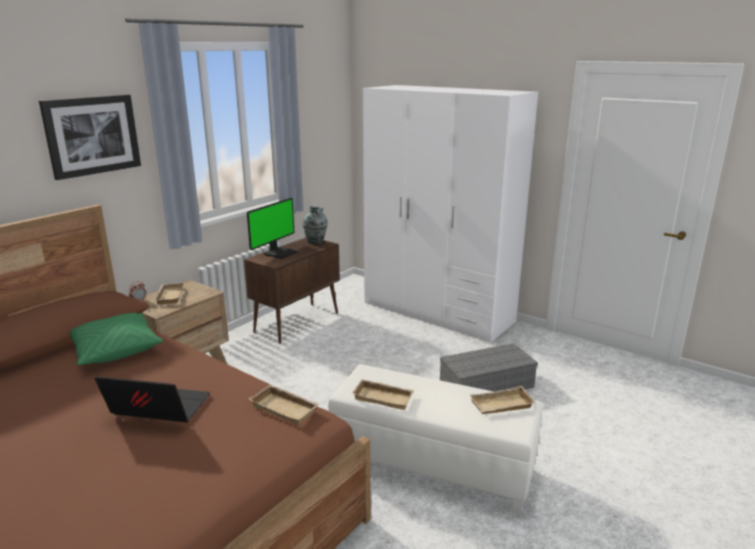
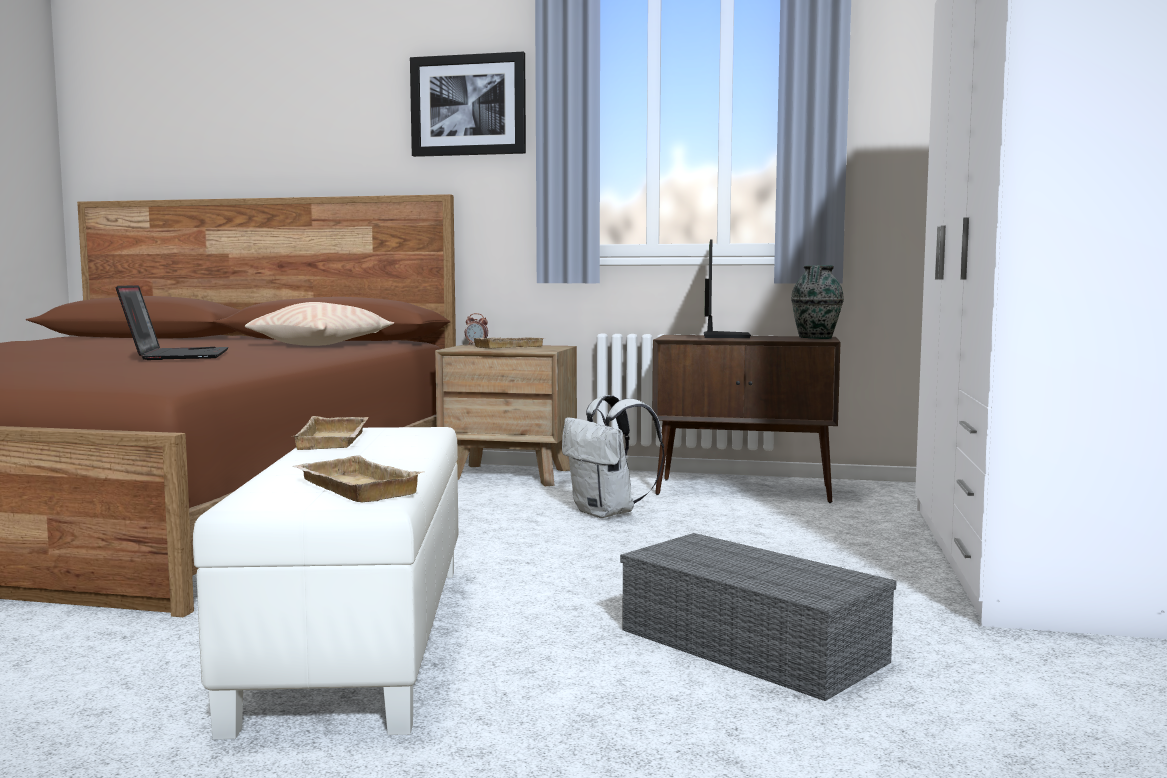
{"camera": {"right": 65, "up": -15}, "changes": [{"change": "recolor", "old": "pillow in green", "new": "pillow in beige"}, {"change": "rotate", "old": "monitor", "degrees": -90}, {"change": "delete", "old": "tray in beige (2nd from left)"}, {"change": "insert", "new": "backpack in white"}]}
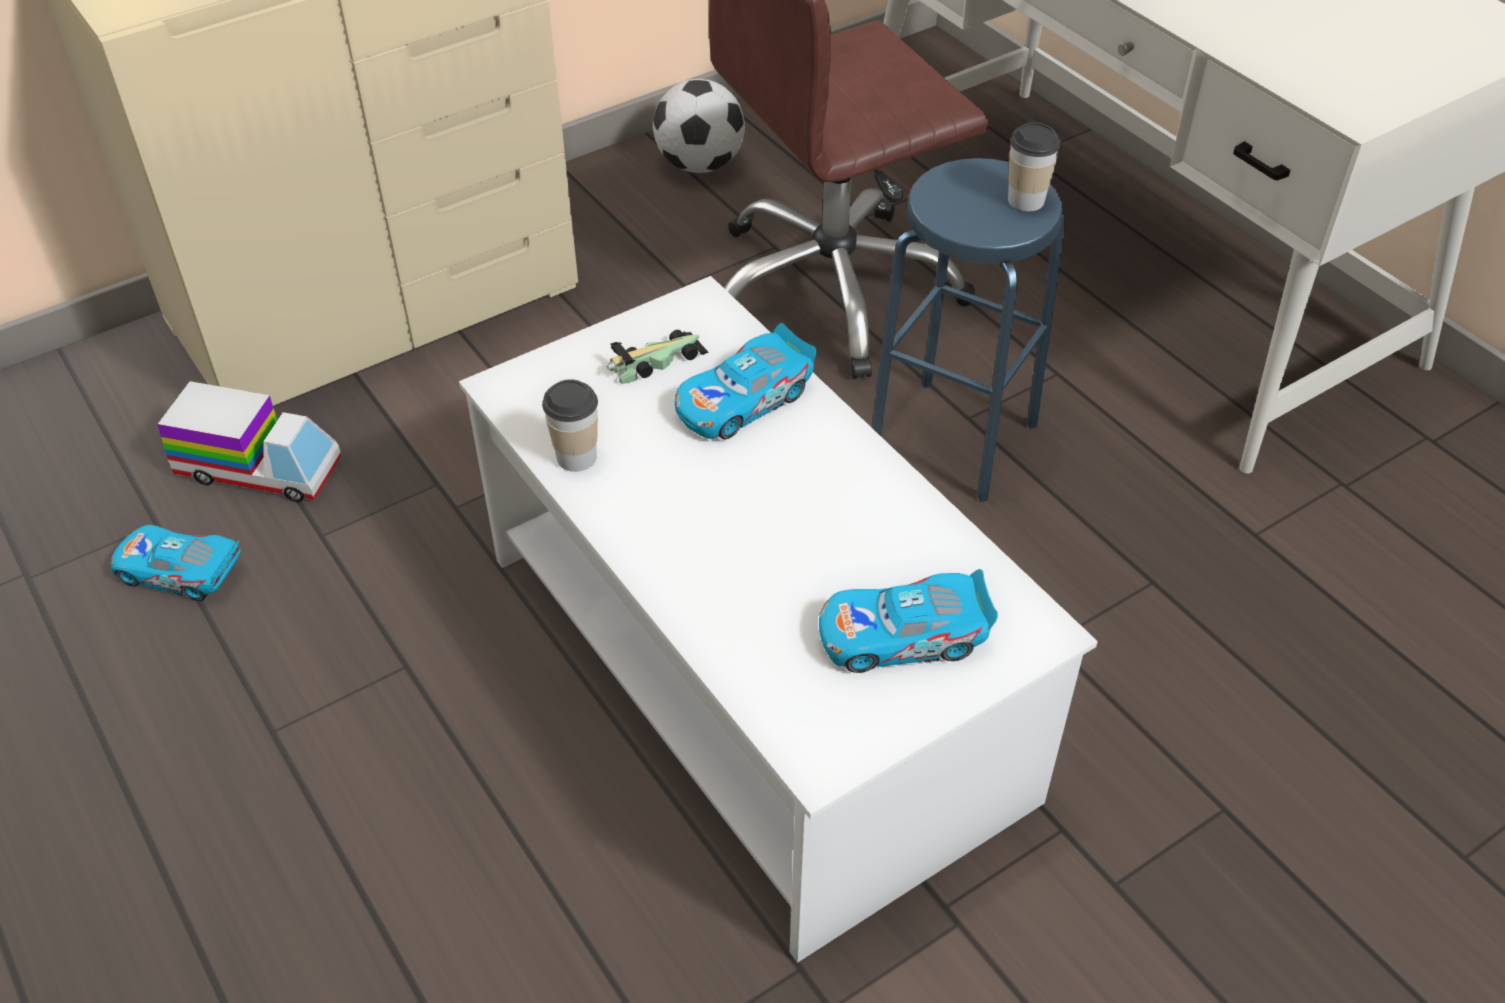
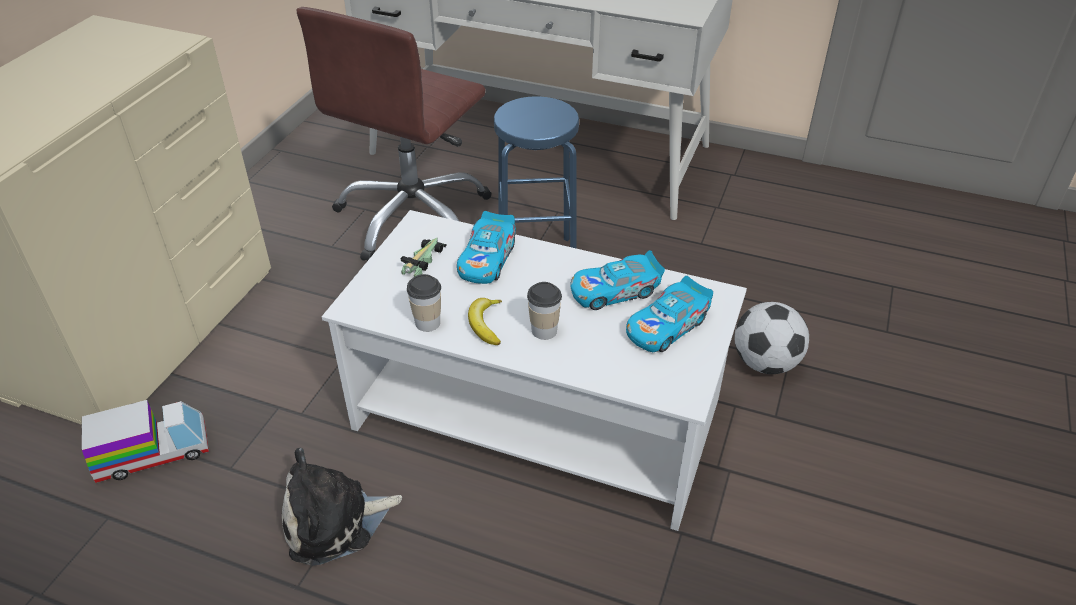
{"camera": {"right": -35, "up": -5}, "changes": [{"change": "move", "old": "toy car (1st from left in the first image)", "new": "toy car (3rd from left)"}, {"change": "move", "old": "football"}, {"change": "move", "old": "cup (2nd from left)"}, {"change": "insert", "new": "plush toy"}, {"change": "insert", "new": "banana"}]}
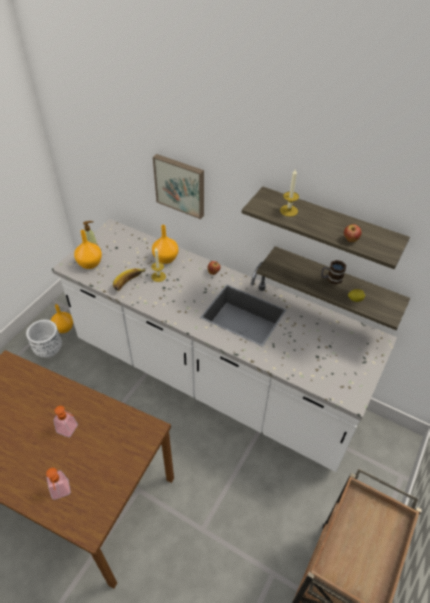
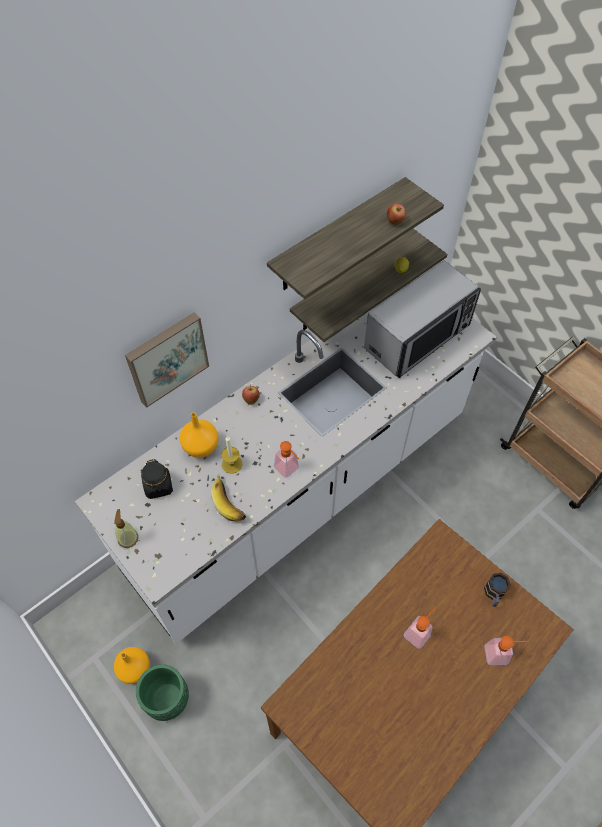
{"camera": {"right": -70, "up": 10}, "changes": [{"change": "recolor", "old": "planter in white", "new": "planter in green"}, {"change": "delete", "old": "vase in orange (2nd from left)"}, {"change": "delete", "old": "candle (2nd from left)"}, {"change": "move", "old": "mug"}, {"change": "insert", "new": "jar in black"}, {"change": "insert", "new": "soap dispenser (2nd from left)"}, {"change": "insert", "new": "microwave"}]}
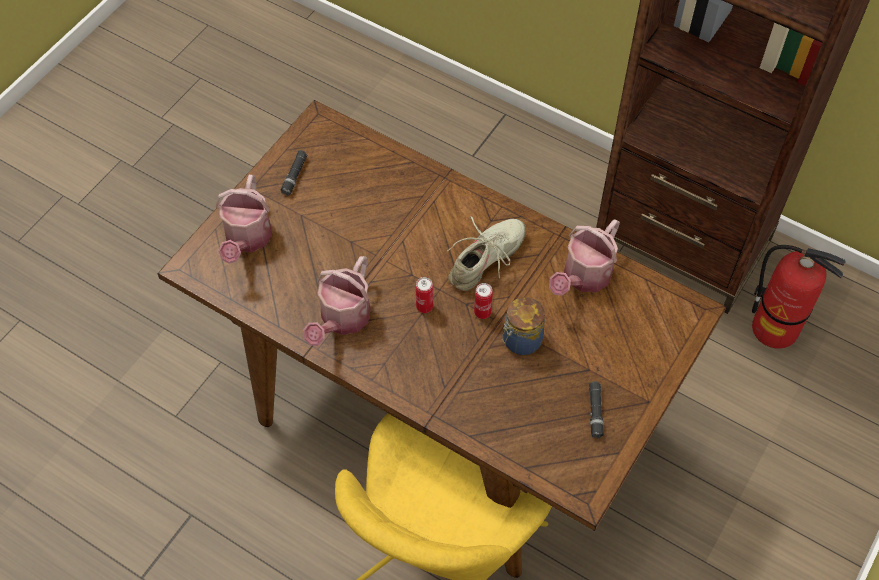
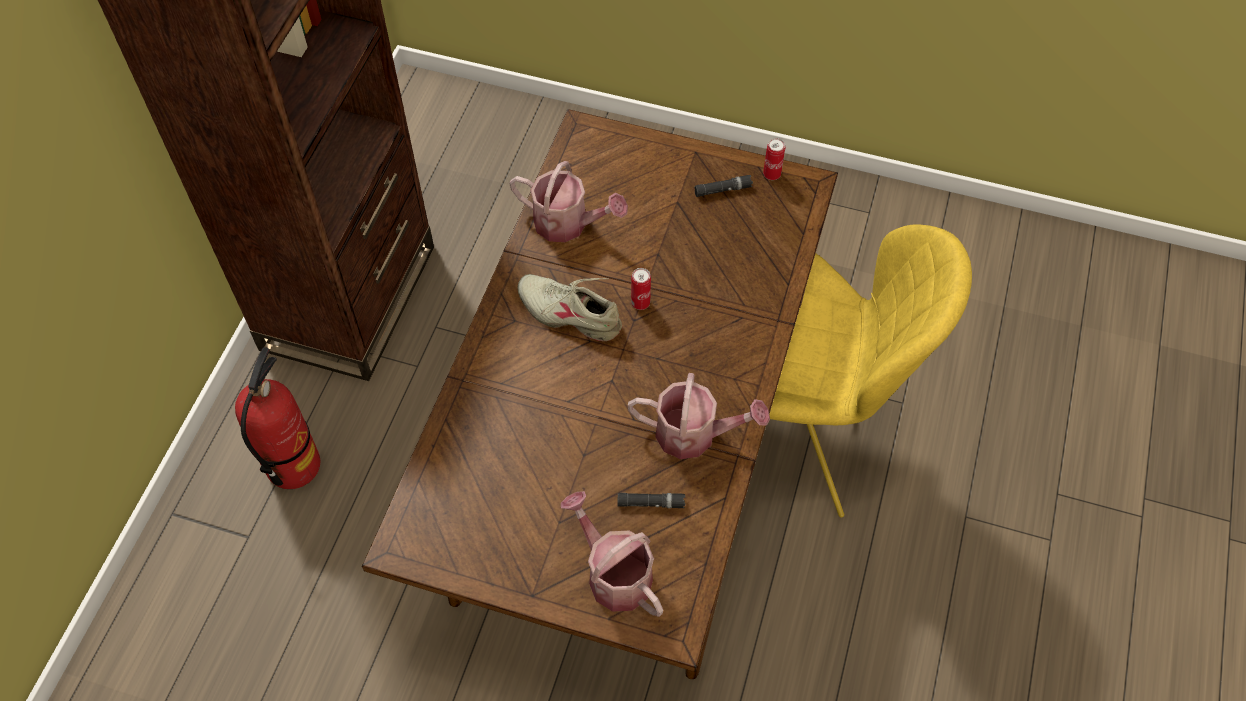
{"camera": {"right": -105, "up": 0}, "changes": [{"change": "rotate", "old": "watering can (1st from left in the first image)", "degrees": -120}, {"change": "move", "old": "flashlight in black (1st from left)"}, {"change": "move", "old": "can (1st from left in the first image)", "new": "can (2nd from left)"}, {"change": "delete", "old": "jar"}, {"change": "move", "old": "fire extinguisher"}]}
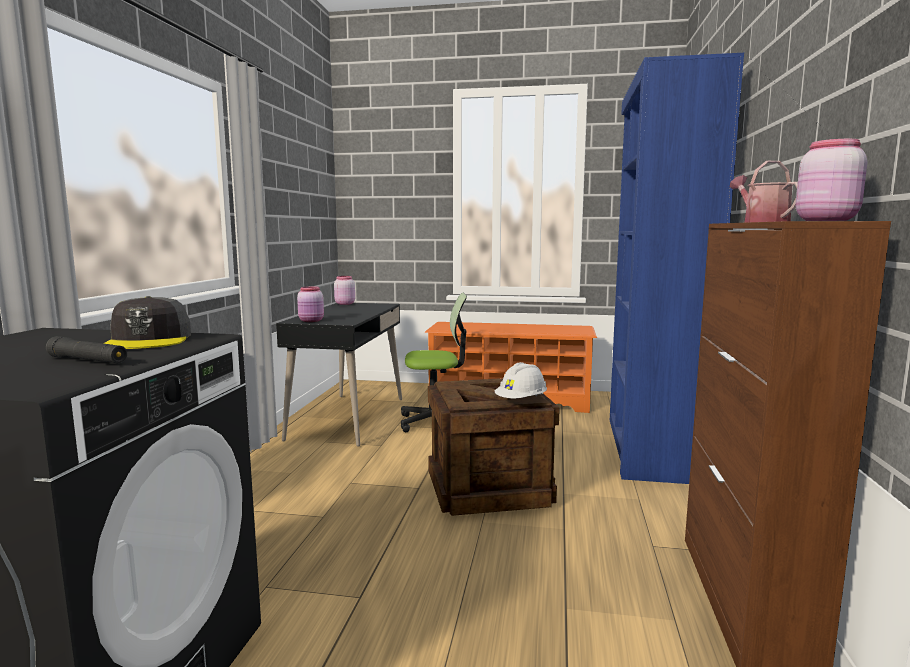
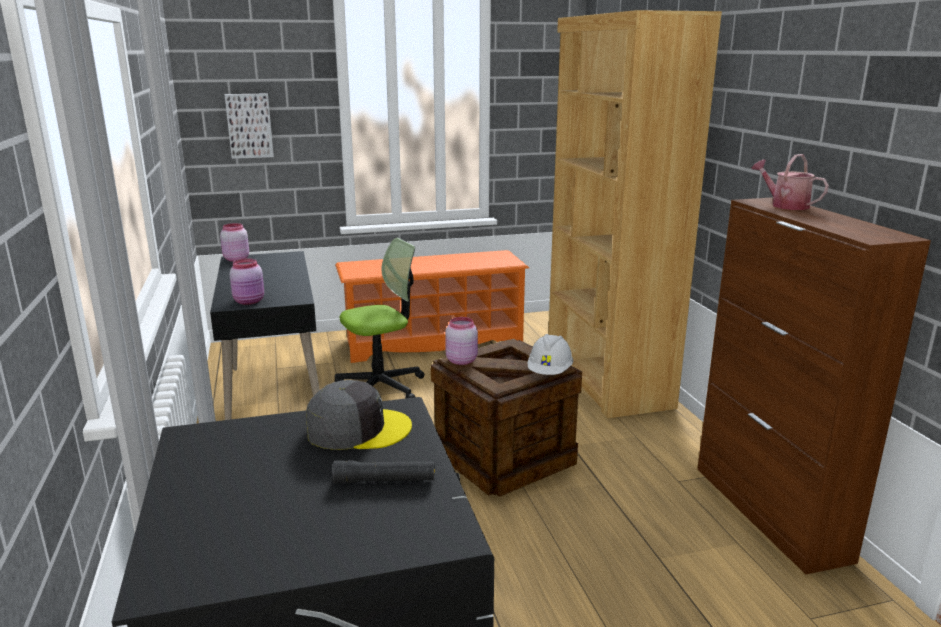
{"camera": {"right": -25, "up": 10}, "changes": [{"change": "rotate", "old": "cap in grey", "degrees": -60}, {"change": "recolor", "old": "bookcase in blue", "new": "bookcase in brown"}, {"change": "move", "old": "jar in pink (3rd from left)"}, {"change": "insert", "new": "picture"}]}
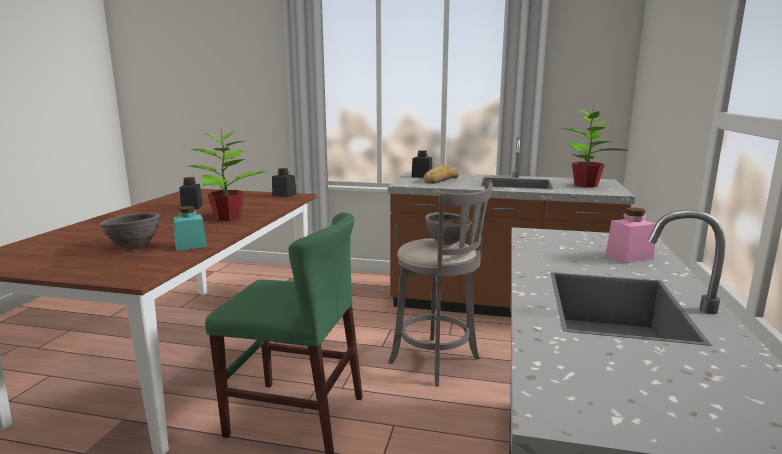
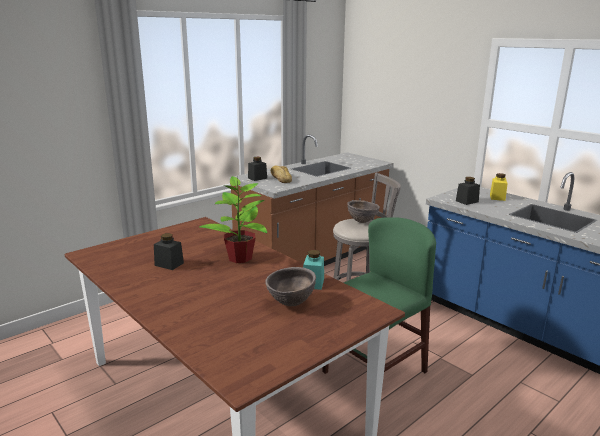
{"camera": {"right": -55, "up": 5}, "changes": [{"change": "move", "old": "jar in black (2nd from left in the first image)", "new": "jar in black (3rd from left)"}, {"change": "delete", "old": "potted plant (2nd from left)"}, {"change": "recolor", "old": "jar in pink", "new": "jar in yellow"}]}
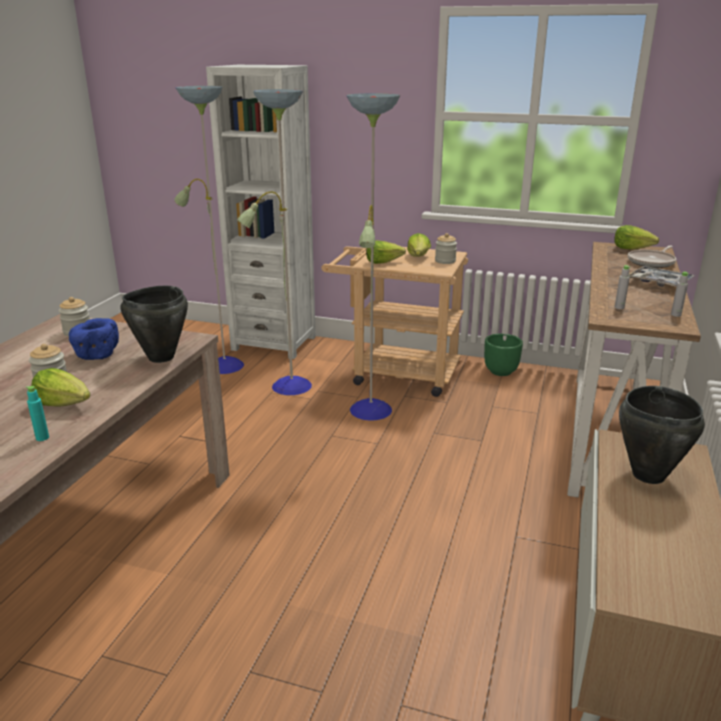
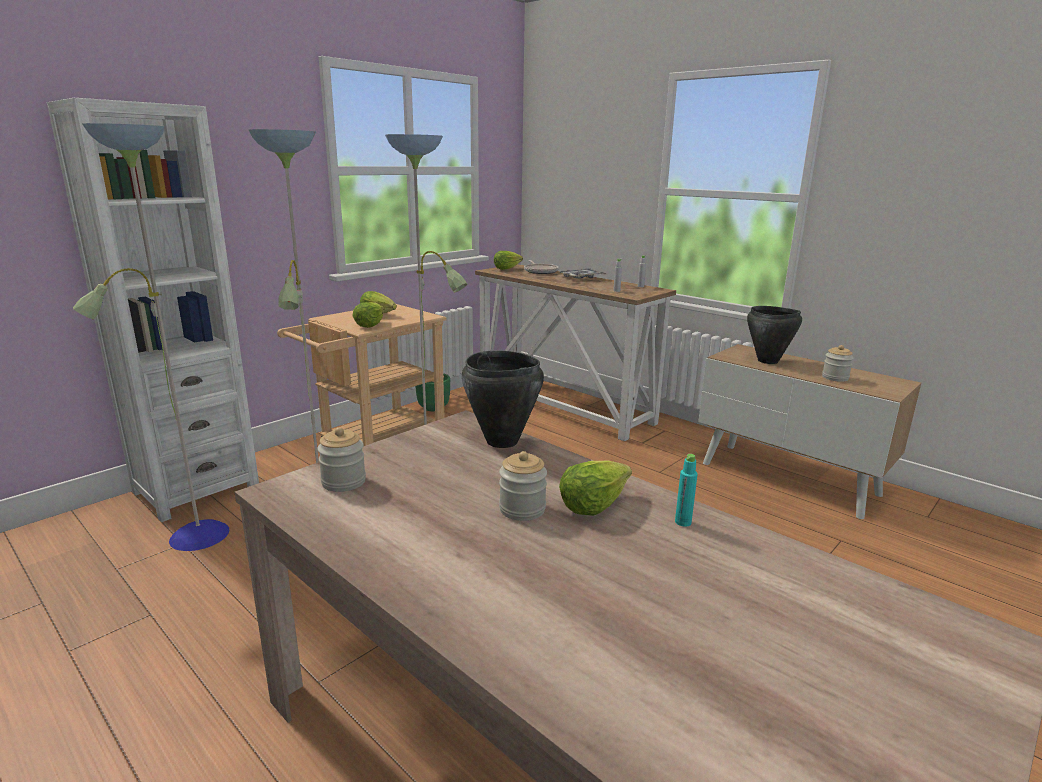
{"camera": {"right": -65, "up": -5}, "changes": [{"change": "delete", "old": "bowl in blue"}, {"change": "move", "old": "jar (3rd from left)"}]}
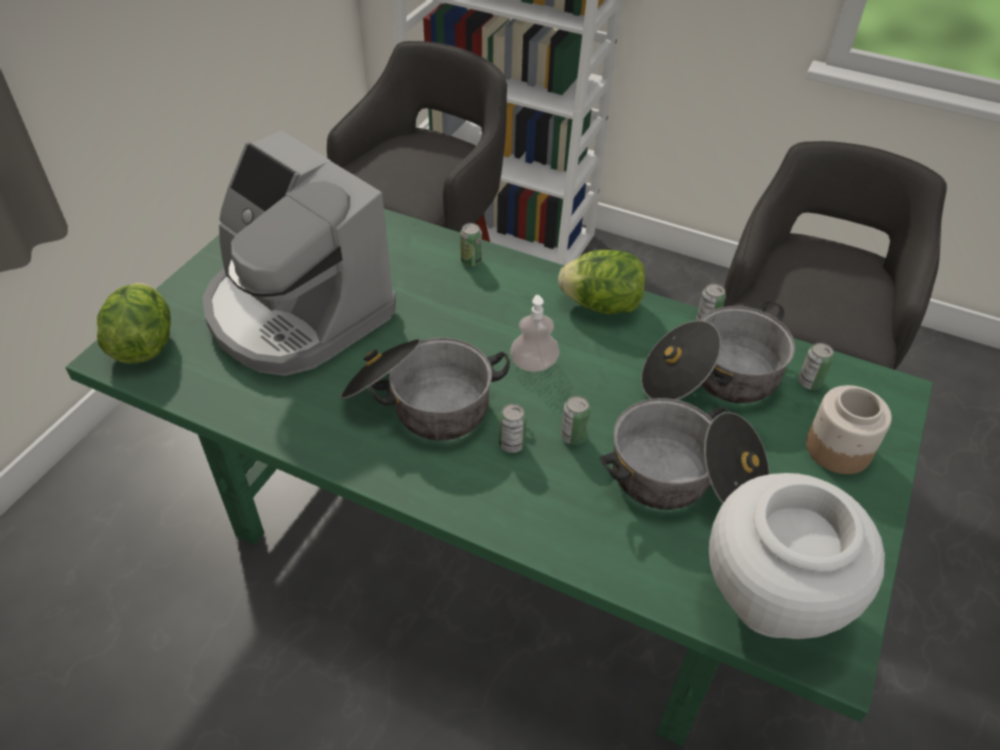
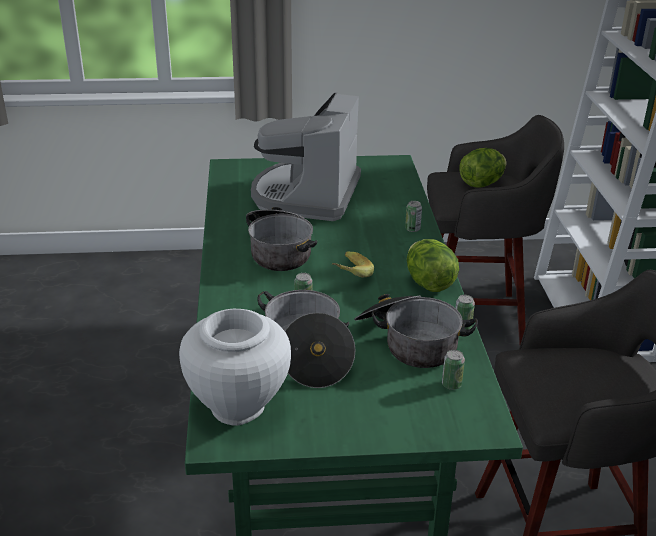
{"camera": {"right": 60, "up": -15}, "changes": [{"change": "move", "old": "lettuce (1st from left in the first image)", "new": "lettuce (2nd from left)"}, {"change": "delete", "old": "can (2nd from left)"}, {"change": "replace", "old": "soap dispenser", "new": "banana"}, {"change": "delete", "old": "jar"}]}
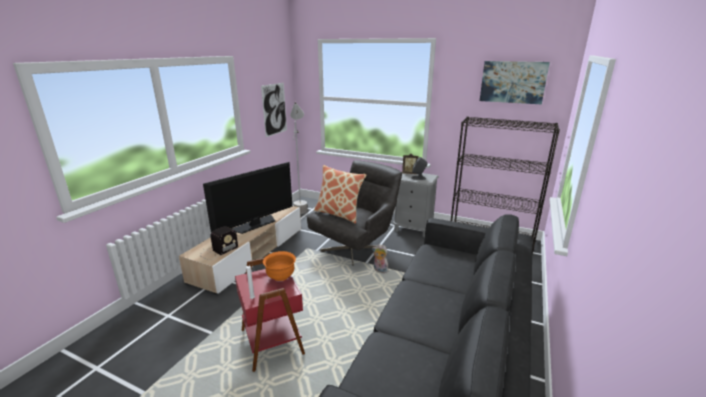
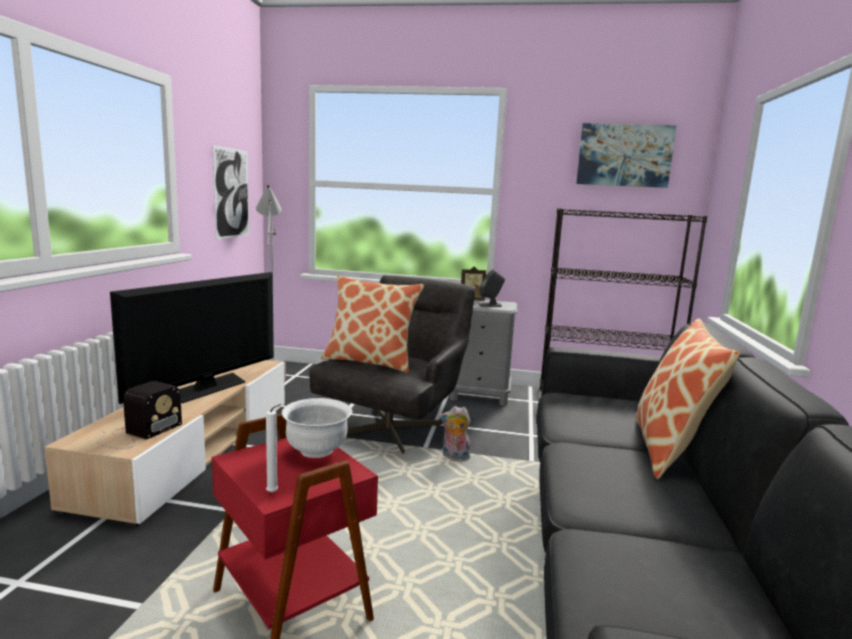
{"camera": {"right": -15, "up": -10}, "changes": [{"change": "recolor", "old": "bowl in orange", "new": "bowl in white"}, {"change": "insert", "new": "pillow (2nd from left)"}]}
